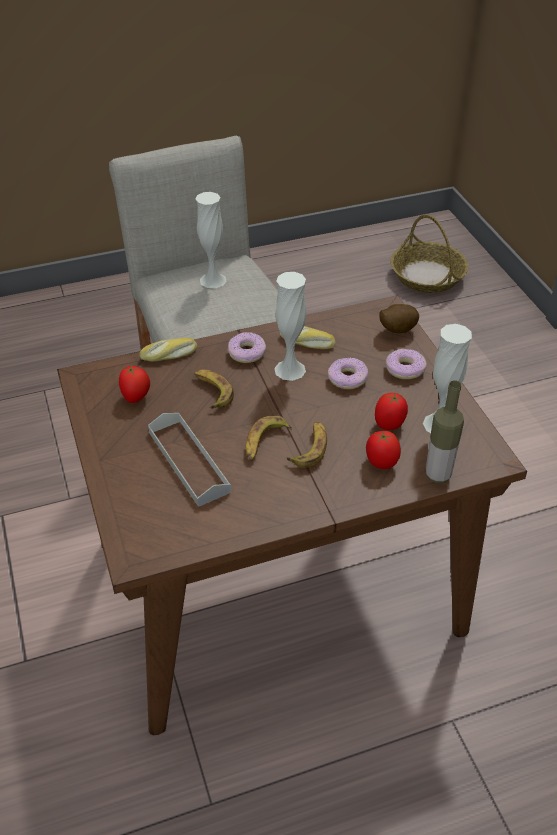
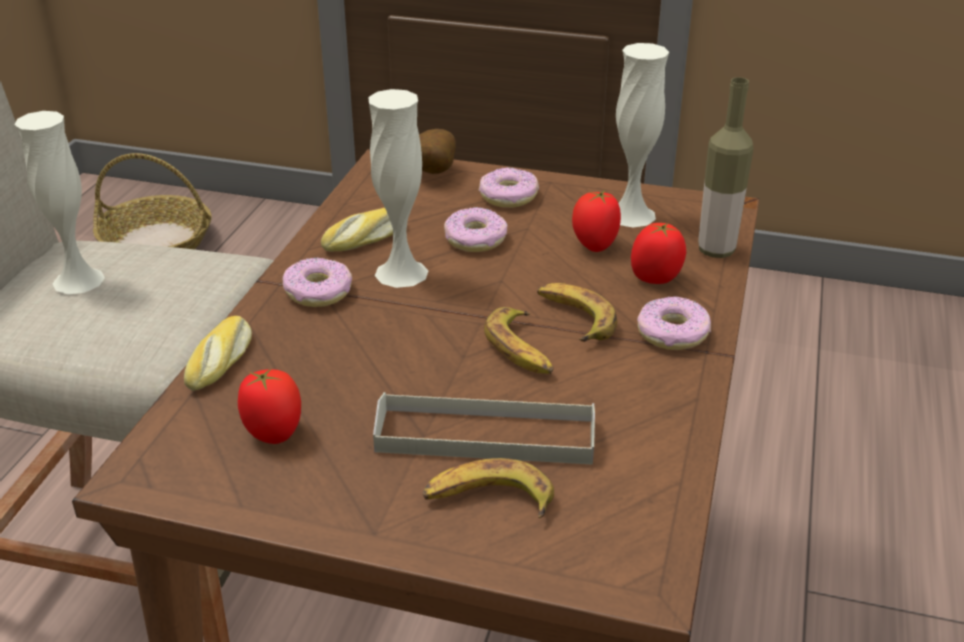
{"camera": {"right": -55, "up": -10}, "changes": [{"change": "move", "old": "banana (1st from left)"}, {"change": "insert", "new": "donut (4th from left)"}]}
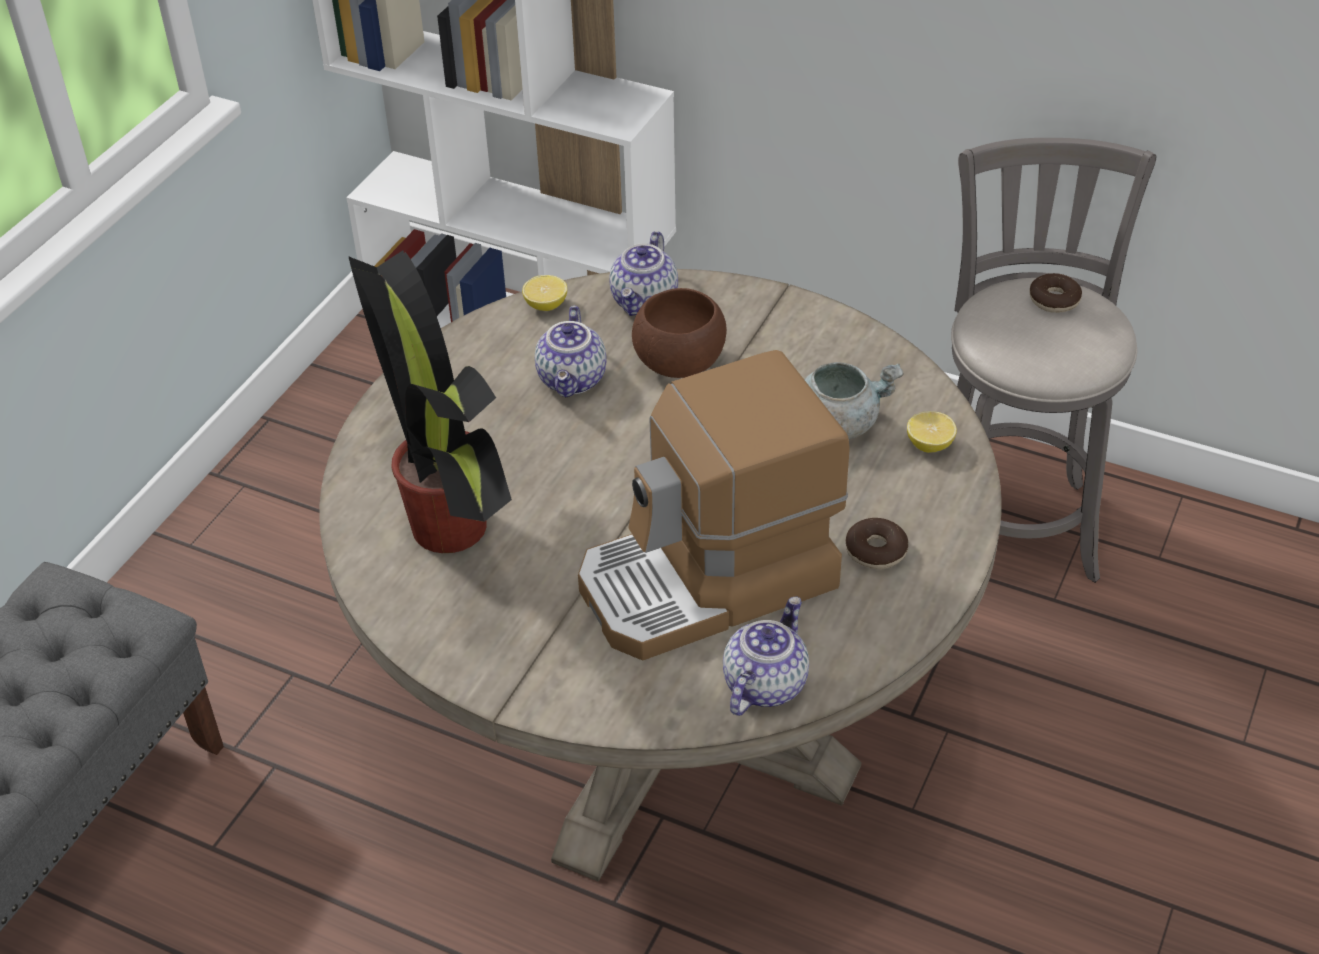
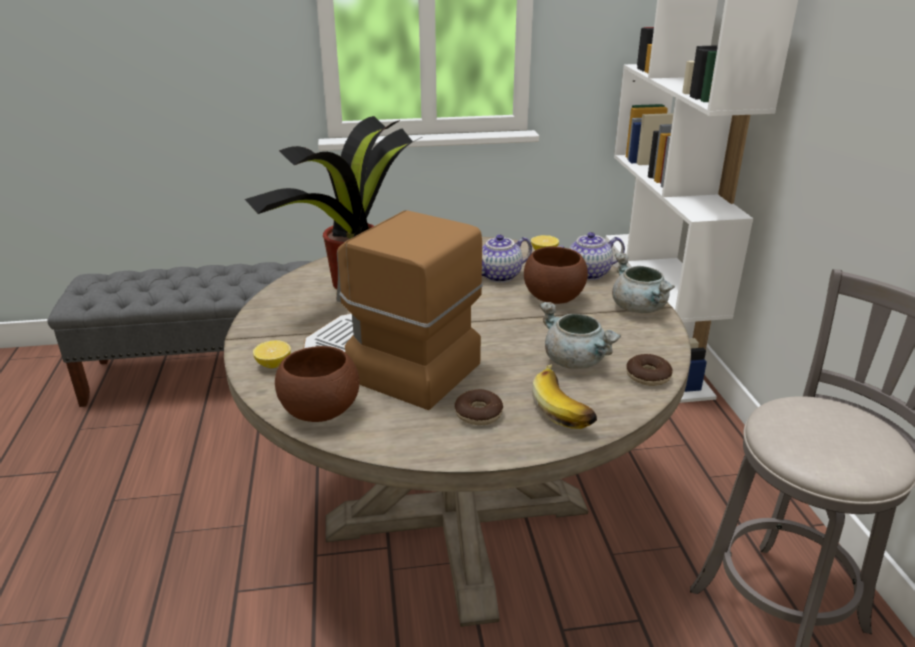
{"camera": {"right": 55, "up": -15}, "changes": [{"change": "replace", "old": "teapot (3rd from left)", "new": "bowl in brown (1st from left)"}, {"change": "move", "old": "lemon (2nd from left in the first image)", "new": "lemon (1st from left)"}, {"change": "move", "old": "donut (2nd from left)"}, {"change": "insert", "new": "banana"}, {"change": "insert", "new": "cooking pot in grey (2nd from left)"}]}
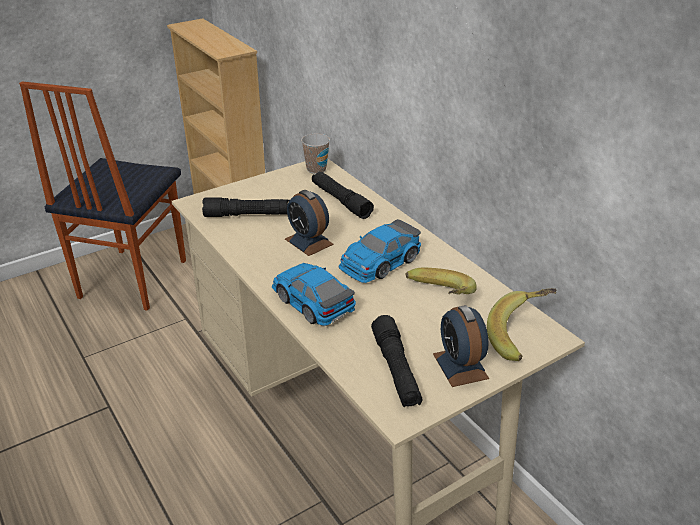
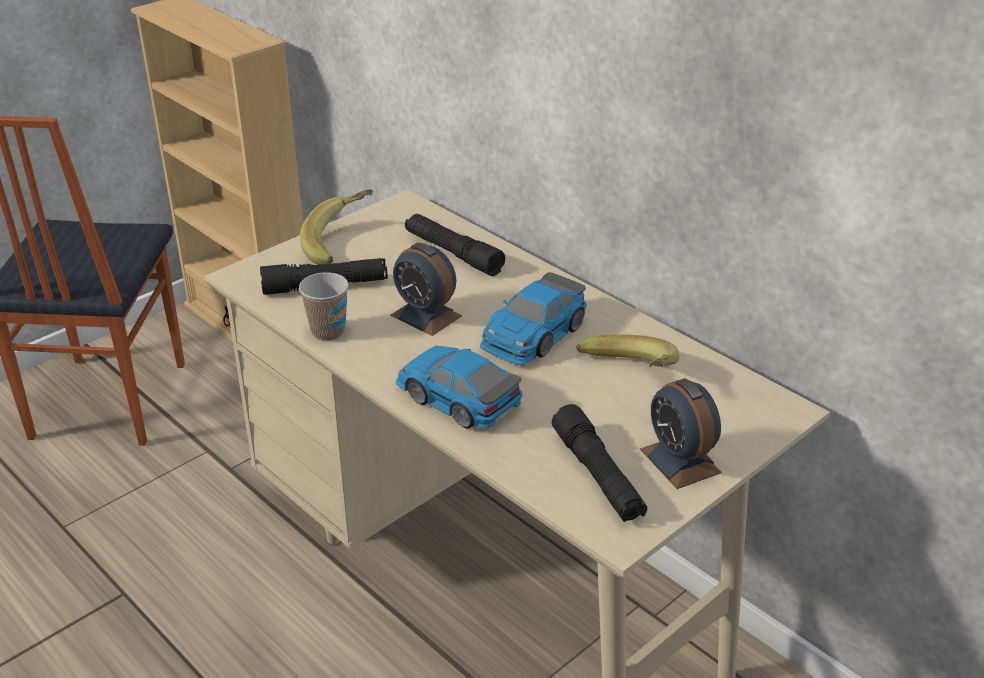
{"camera": {"right": -10, "up": 0}, "changes": [{"change": "move", "old": "cup"}, {"change": "move", "old": "banana (2nd from left in the first image)", "new": "banana (1st from left)"}]}
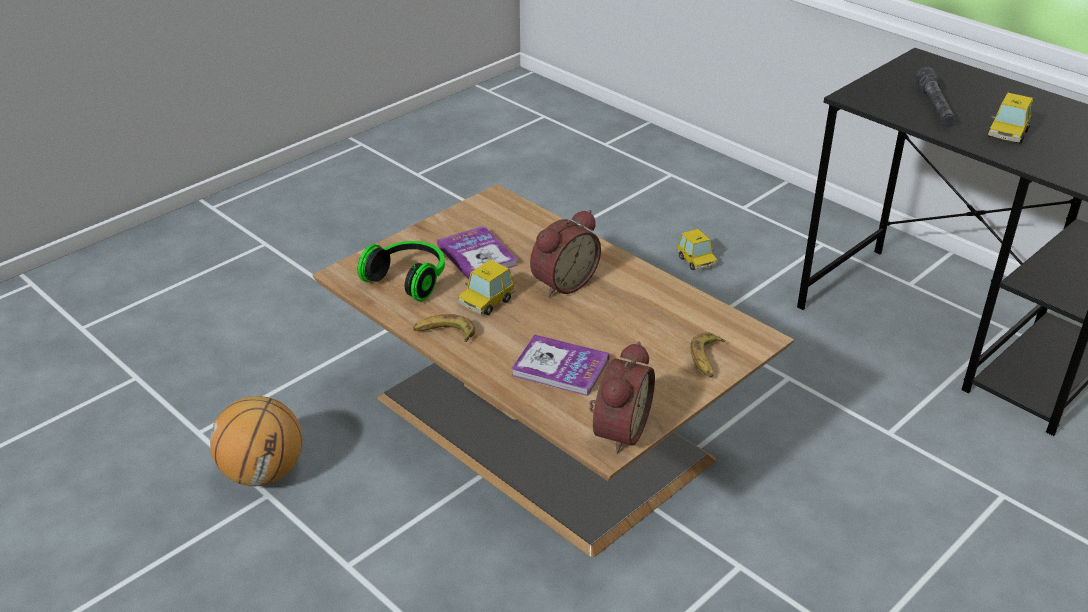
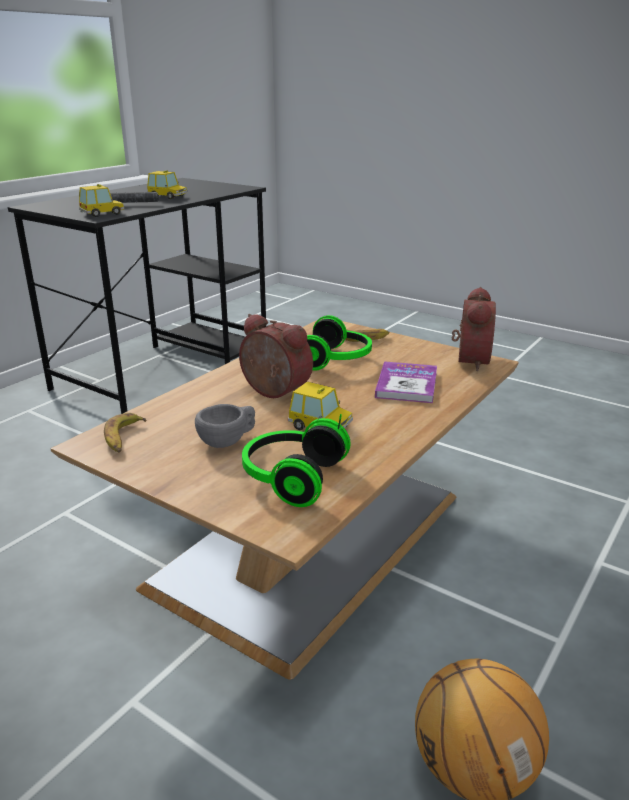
{"camera": {"right": -100, "up": -10}, "changes": [{"change": "move", "old": "banana (1st from left)"}, {"change": "replace", "old": "book (1st from left)", "new": "cup in grey"}, {"change": "rotate", "old": "alarm clock (2nd from left)", "degrees": 90}, {"change": "move", "old": "toy car (2nd from left in the first image)", "new": "toy car (1st from left)"}, {"change": "insert", "new": "headphones (2nd from left)"}]}
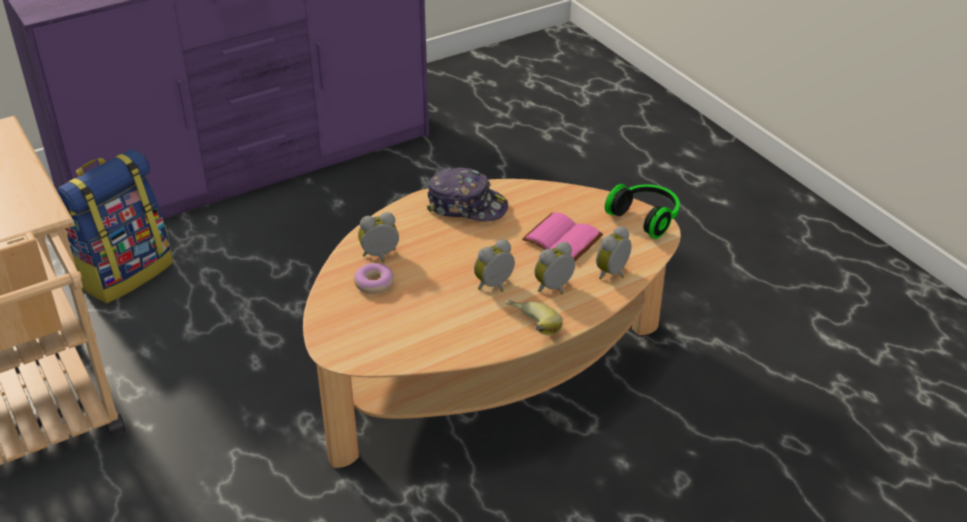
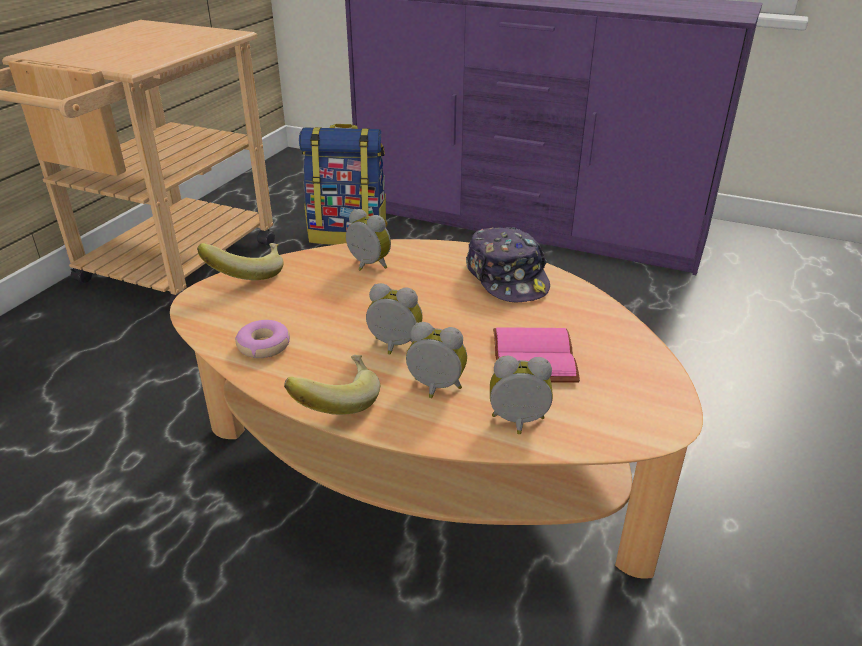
{"camera": {"right": 55, "up": -5}, "changes": [{"change": "move", "old": "donut"}, {"change": "delete", "old": "headphones"}, {"change": "insert", "new": "banana (1st from left)"}]}
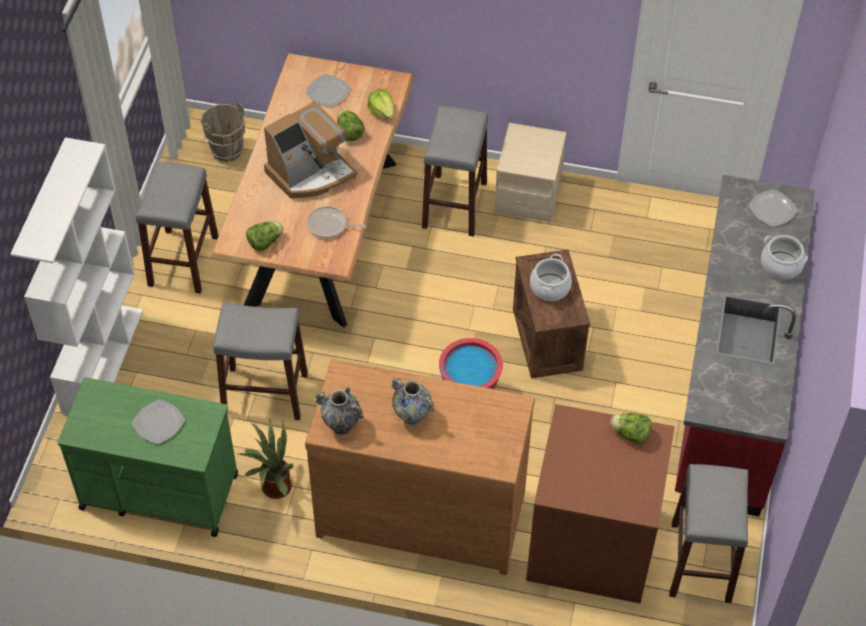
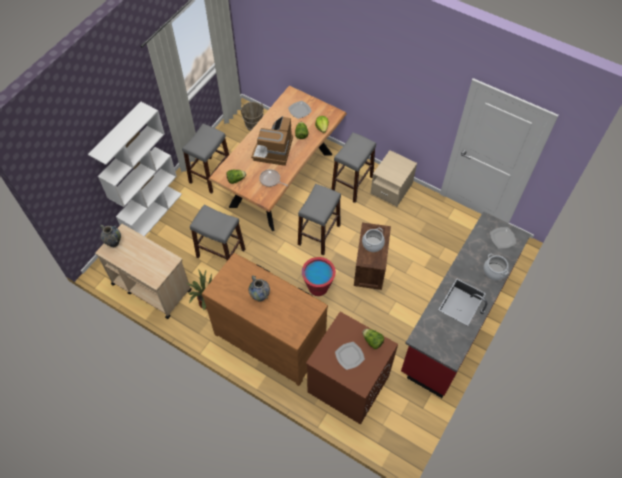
{"camera": {"right": 20, "up": 5}, "changes": [{"change": "recolor", "old": "cart in green", "new": "cart in beige"}, {"change": "move", "old": "plate (1st from left in the first image)", "new": "plate (2nd from left)"}, {"change": "rotate", "old": "coffee machine", "degrees": 120}, {"change": "move", "old": "vase (1st from left)"}, {"change": "move", "old": "stool in grey (4th from left in the first image)", "new": "stool in grey (3rd from left)"}]}
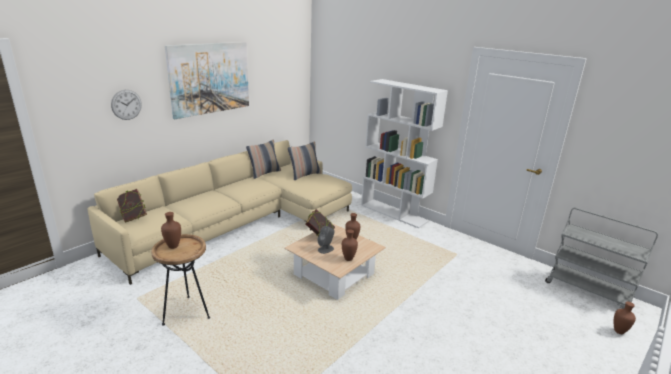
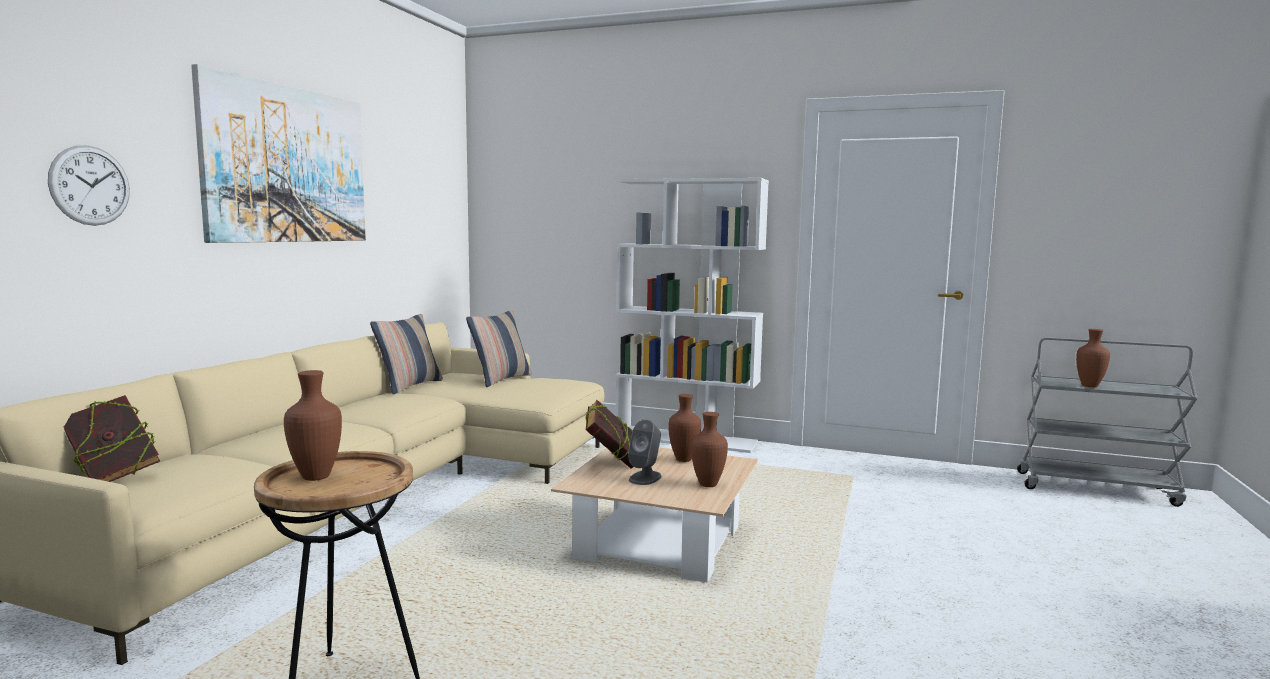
{"camera": {"right": -20, "up": -15}, "changes": [{"change": "move", "old": "vase in brown (4th from left)"}]}
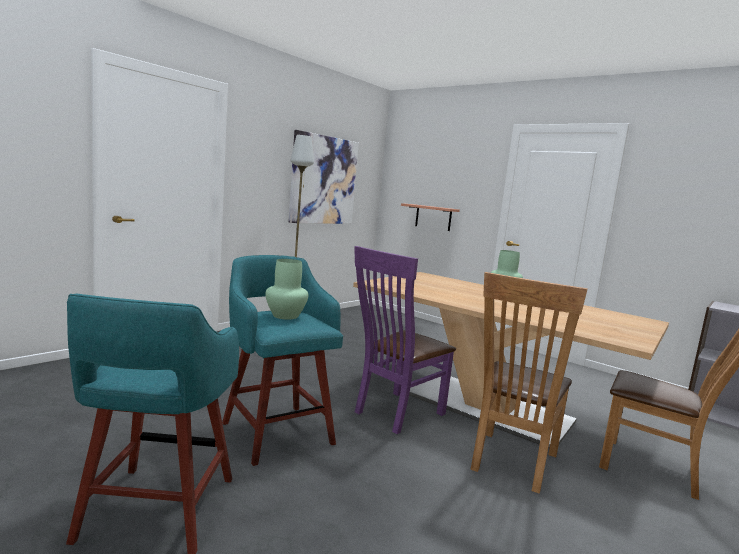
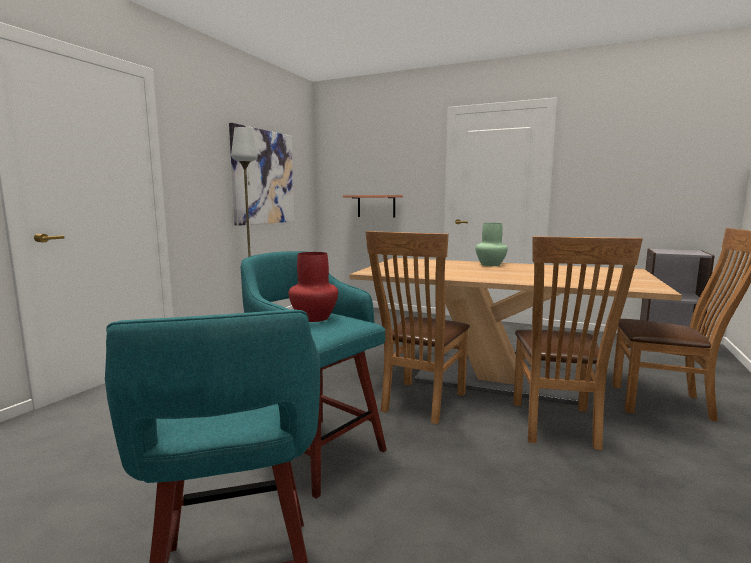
{"camera": {"right": -15, "up": 0}, "changes": [{"change": "recolor", "old": "vase in green (1st from left)", "new": "vase in red"}, {"change": "recolor", "old": "chair in purple", "new": "chair in brown (1st from left)"}]}
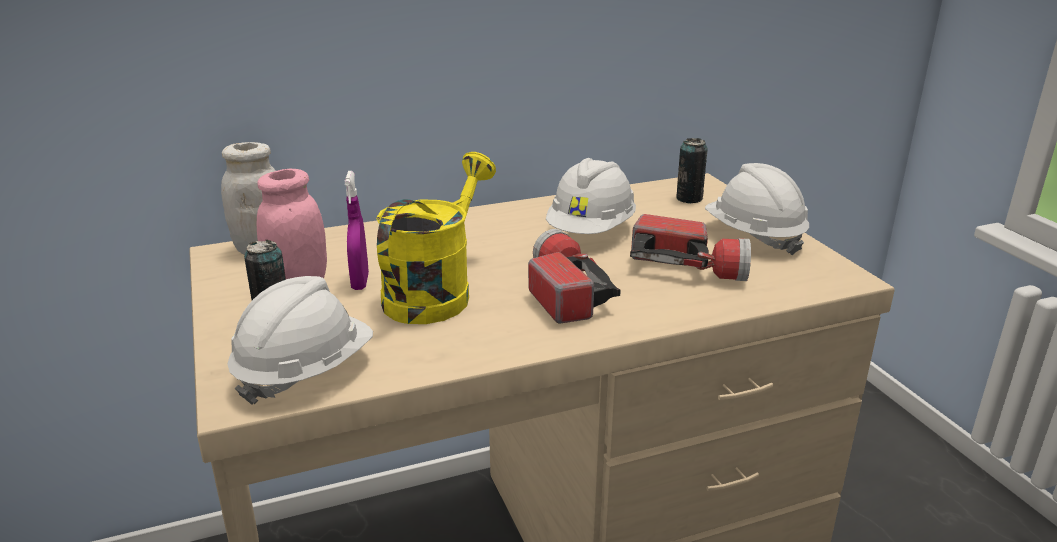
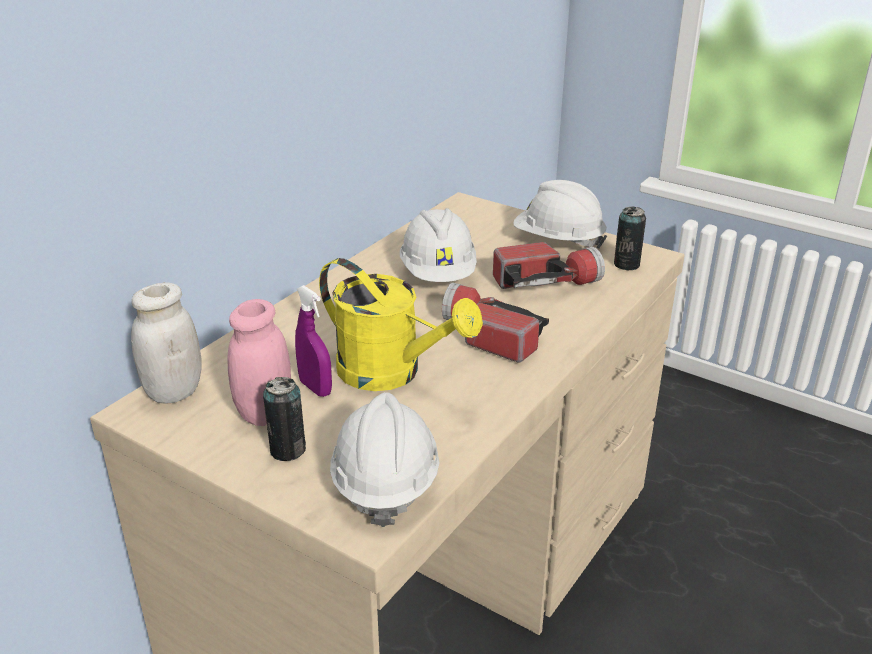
{"camera": {"right": -35, "up": 5}, "changes": [{"change": "rotate", "old": "watering can in yellow", "degrees": 135}, {"change": "move", "old": "can (2nd from left)"}]}
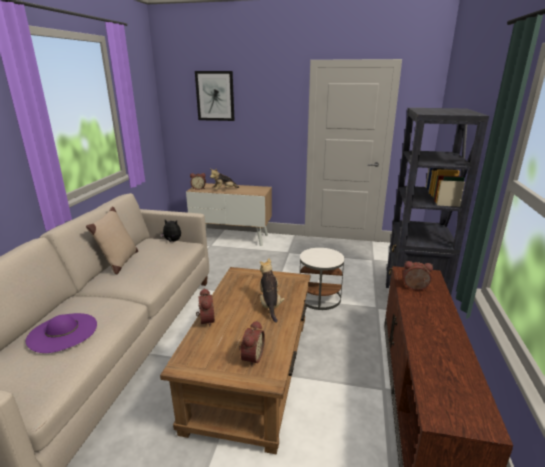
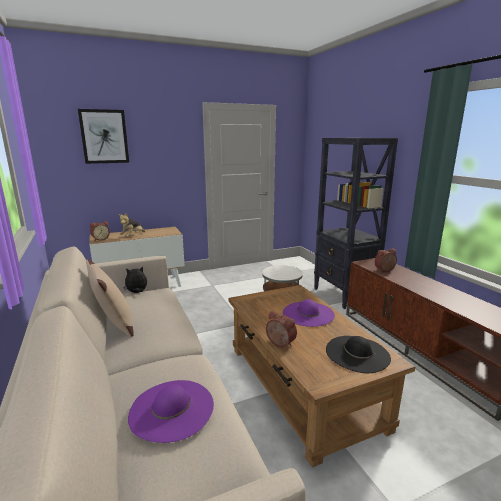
{"camera": {"right": -35, "up": -5}, "changes": [{"change": "replace", "old": "alarm clock (3rd from left)", "new": "hat in black"}, {"change": "replace", "old": "plush toy (3rd from left)", "new": "hat in purple (2nd from left)"}]}
